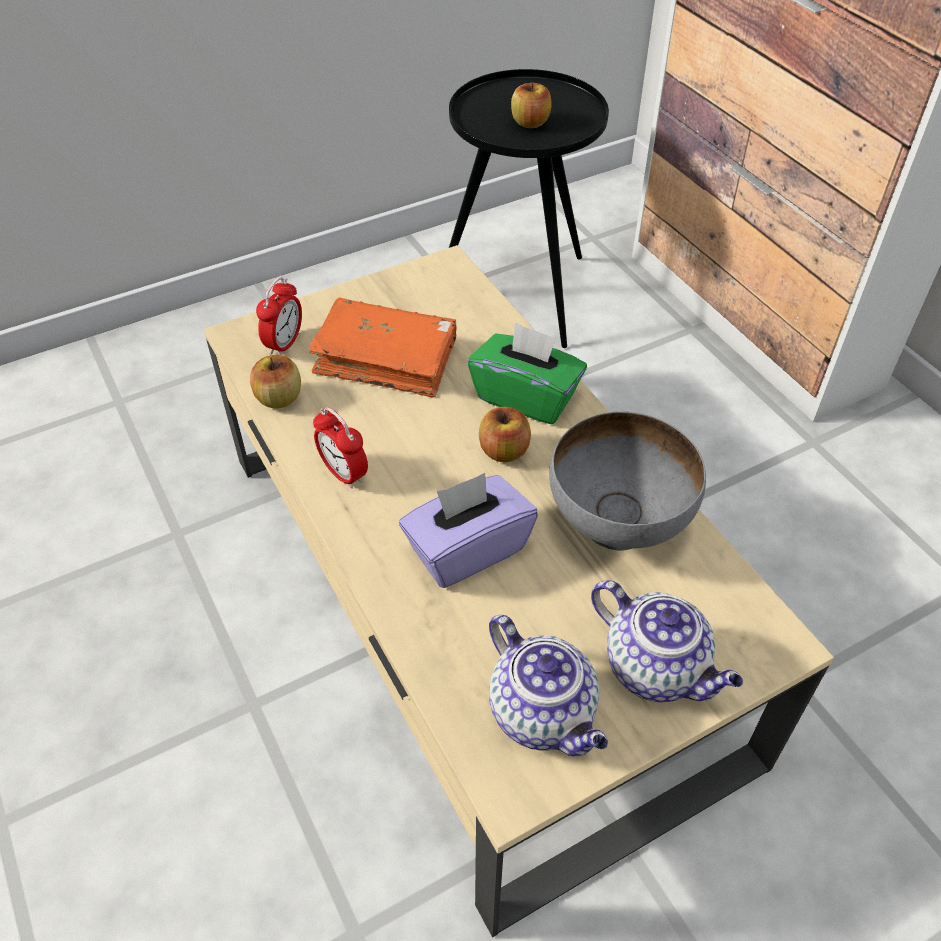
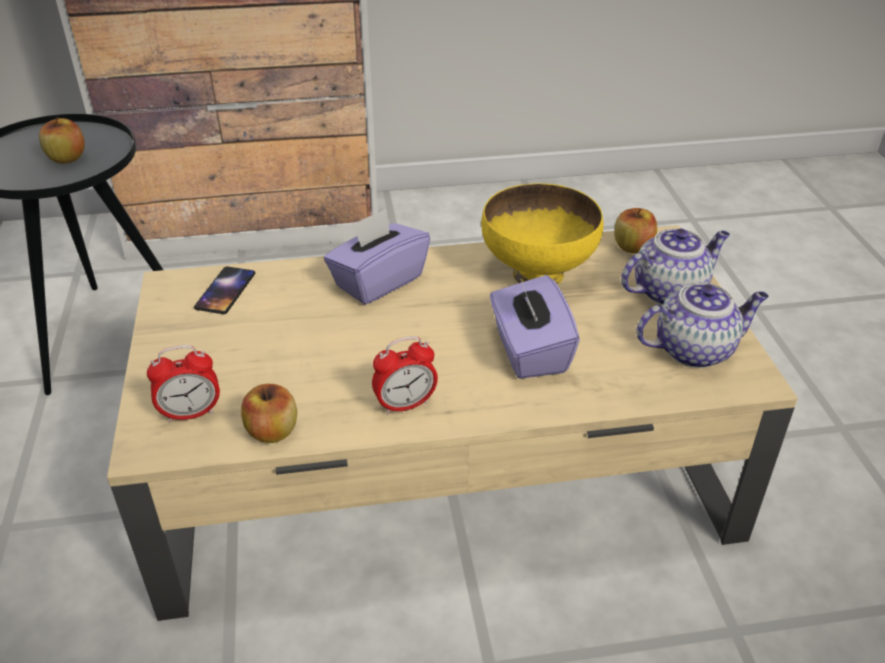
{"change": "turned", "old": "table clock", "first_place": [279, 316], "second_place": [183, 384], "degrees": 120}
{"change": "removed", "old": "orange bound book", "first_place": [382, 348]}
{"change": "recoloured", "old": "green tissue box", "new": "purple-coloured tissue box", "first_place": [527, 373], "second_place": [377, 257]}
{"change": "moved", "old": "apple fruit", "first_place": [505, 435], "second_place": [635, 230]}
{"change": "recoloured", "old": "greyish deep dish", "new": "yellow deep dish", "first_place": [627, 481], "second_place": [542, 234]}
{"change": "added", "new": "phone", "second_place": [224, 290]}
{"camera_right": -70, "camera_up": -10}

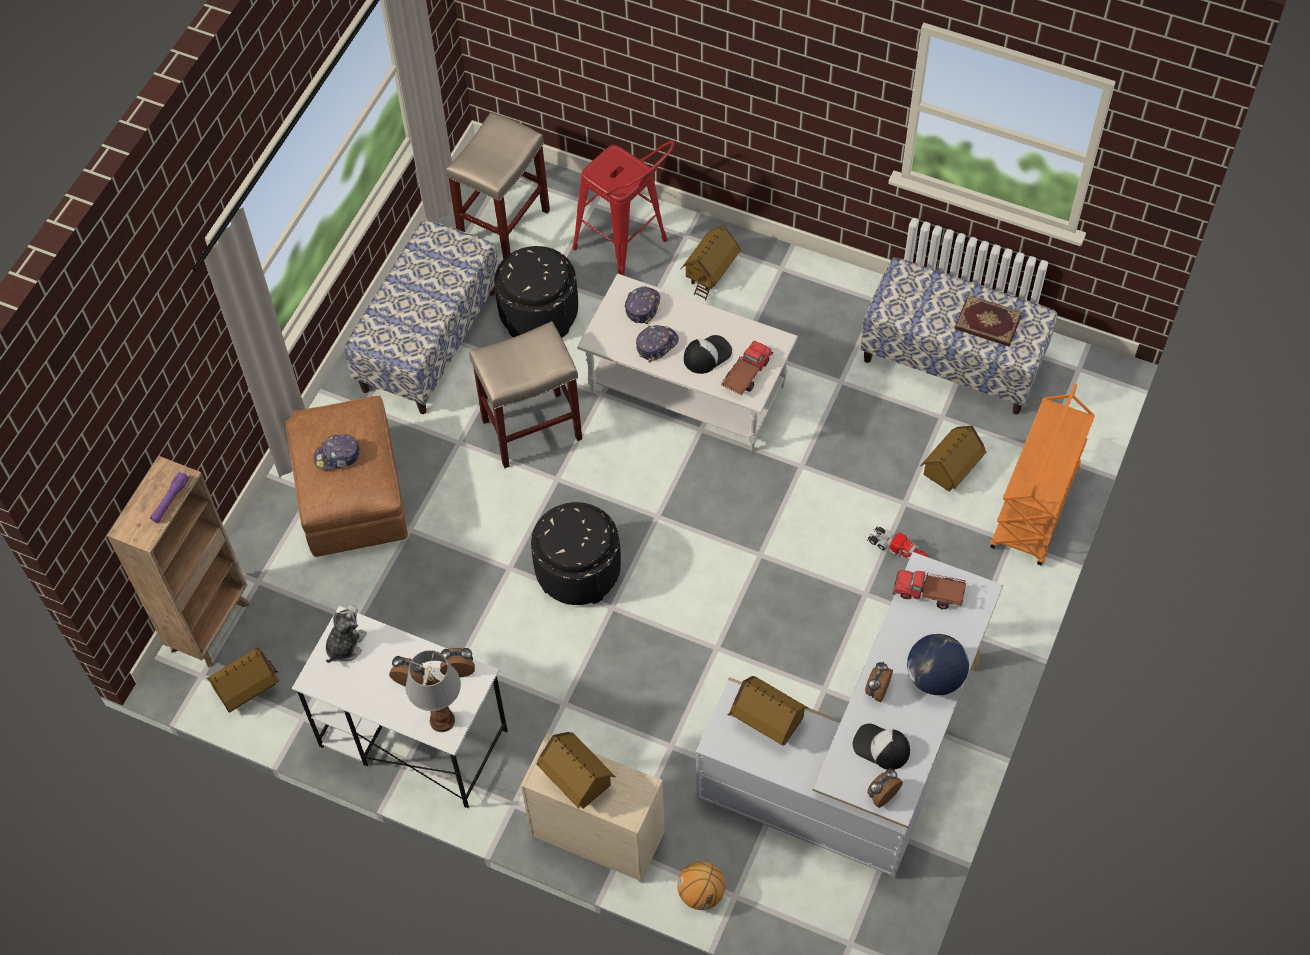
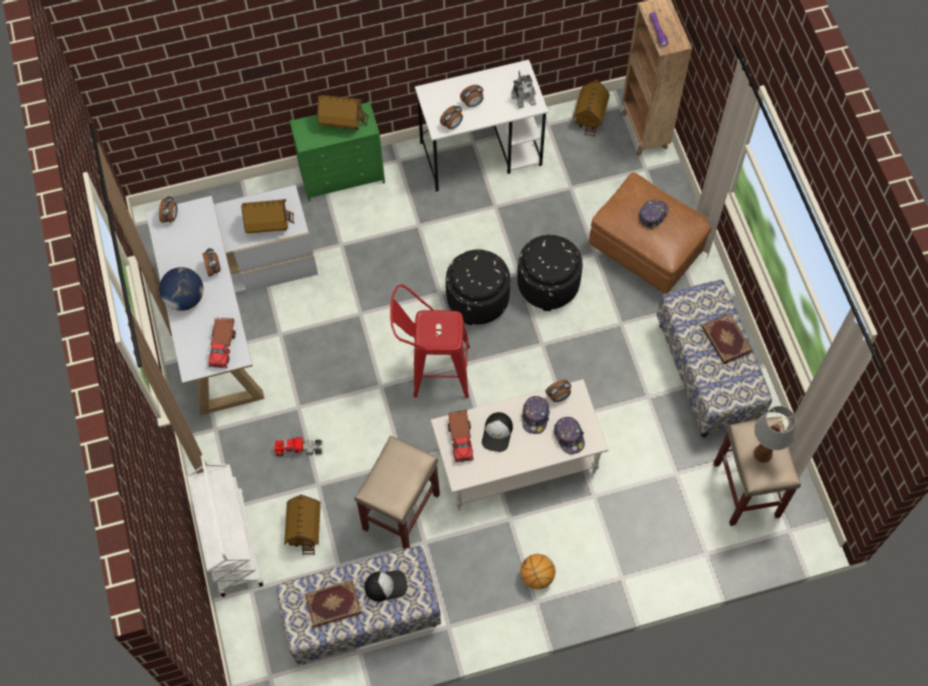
{"change": "moved", "old": "red stool seat", "first_place": [623, 208], "second_place": [430, 341]}
{"change": "removed", "old": "toy house", "first_place": [710, 263]}
{"change": "moved", "old": "black-coloured ottoman", "first_place": [536, 291], "second_place": [550, 273]}
{"change": "moved", "old": "beige stool seat", "first_place": [525, 394], "second_place": [397, 492]}
{"change": "recoloured", "old": "orange wheeled cart", "new": "whitish wheeled cart", "first_place": [1042, 475], "second_place": [225, 528]}
{"change": "turned", "old": "toy lorry", "first_place": [930, 589], "second_place": [222, 343], "degrees": 120}
{"change": "moved", "old": "tabletop lamp", "first_place": [433, 691], "second_place": [775, 434]}
{"change": "moved", "old": "peaked cap", "first_place": [881, 747], "second_place": [385, 586]}
{"change": "recoloured", "old": "beige drawer chest", "new": "green drawer chest", "first_place": [593, 807], "second_place": [337, 151]}
{"change": "moved", "old": "ball for basketball", "first_place": [701, 885], "second_place": [537, 571]}
{"change": "added", "new": "bound book", "second_place": [726, 338]}
{"change": "added", "new": "table clock", "second_place": [558, 391]}
{"camera_right": 140, "camera_up": 5}

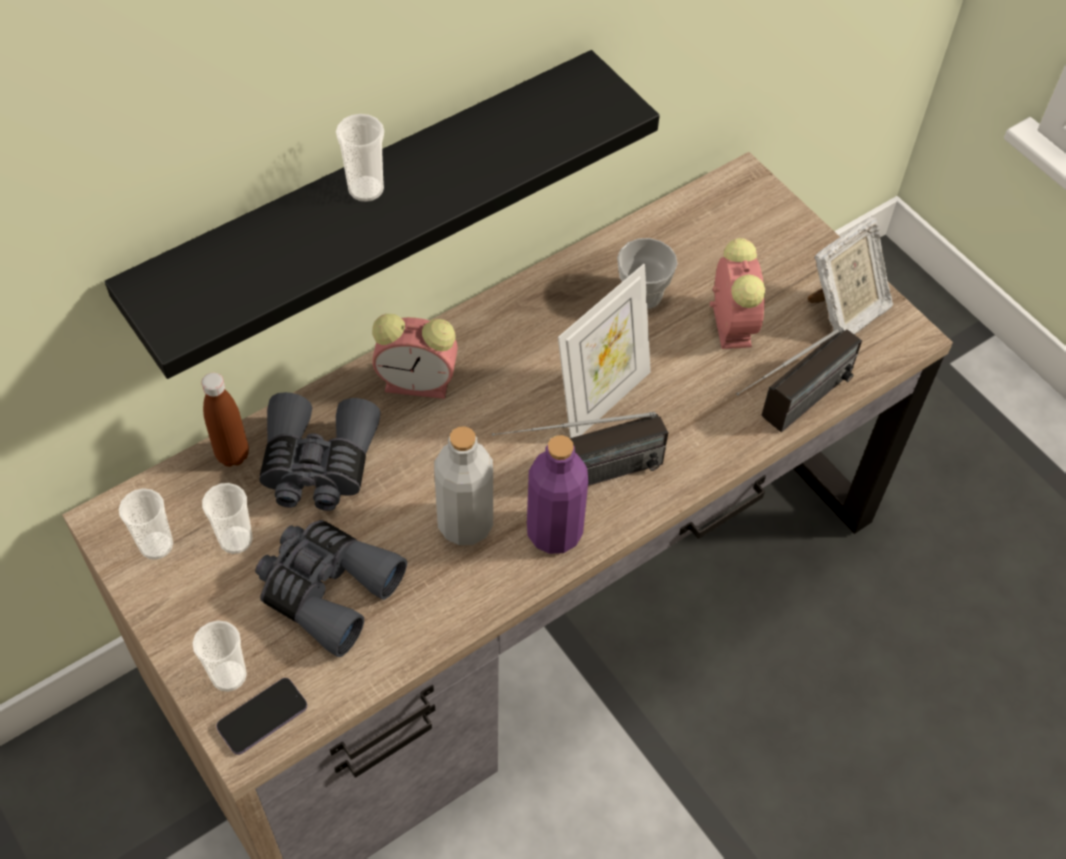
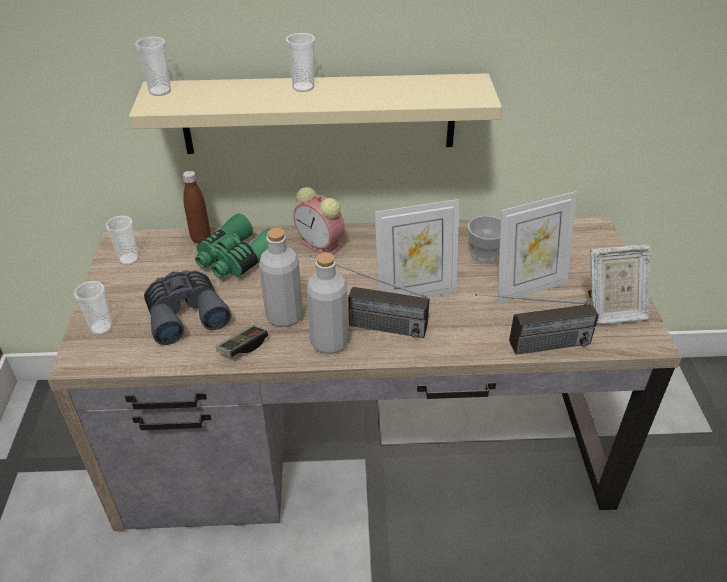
{"change": "recoloured", "old": "black-coloured wall shelf", "new": "beige wall shelf", "first_place": [382, 214], "second_place": [315, 113]}
{"change": "replaced", "old": "table clock", "new": "picture frame", "first_place": [737, 293], "second_place": [537, 247]}
{"change": "recoloured", "old": "greyish binoculars", "new": "green binoculars", "first_place": [320, 451], "second_place": [232, 245]}
{"change": "recoloured", "old": "purple-coloured drink bottle", "new": "greyish drink bottle", "first_place": [557, 494], "second_place": [327, 303]}
{"change": "moved", "old": "cup", "first_place": [227, 518], "second_place": [153, 66]}
{"change": "removed", "old": "phone", "first_place": [261, 716]}
{"change": "added", "new": "game controller", "second_place": [242, 341]}
{"camera_right": 35, "camera_up": -15}

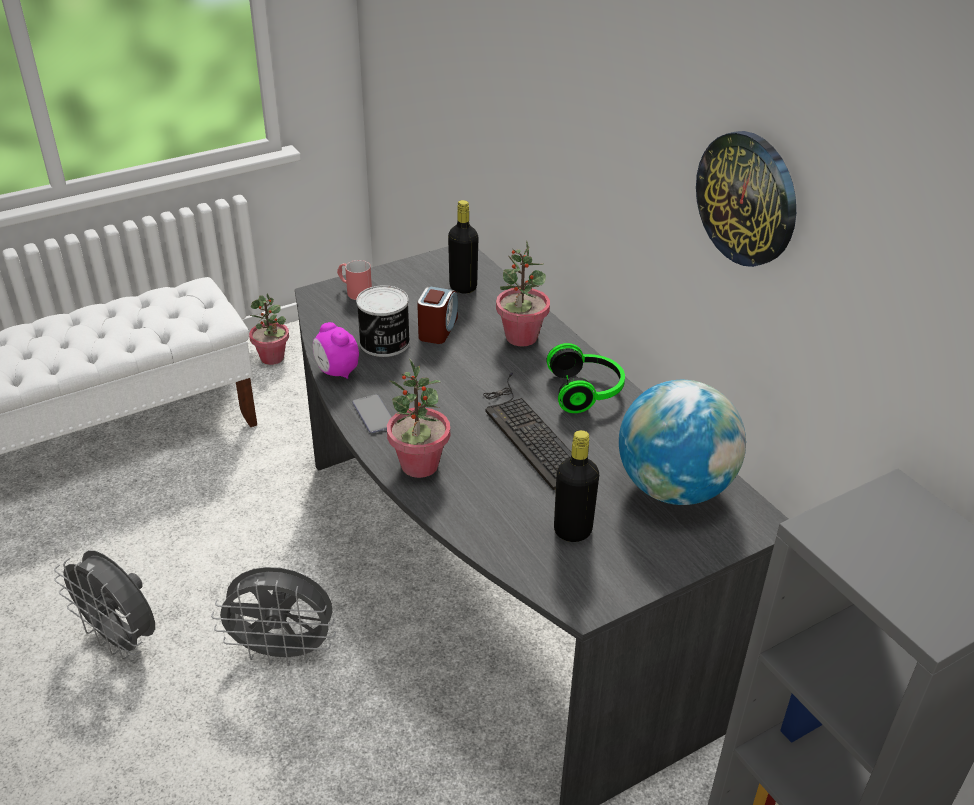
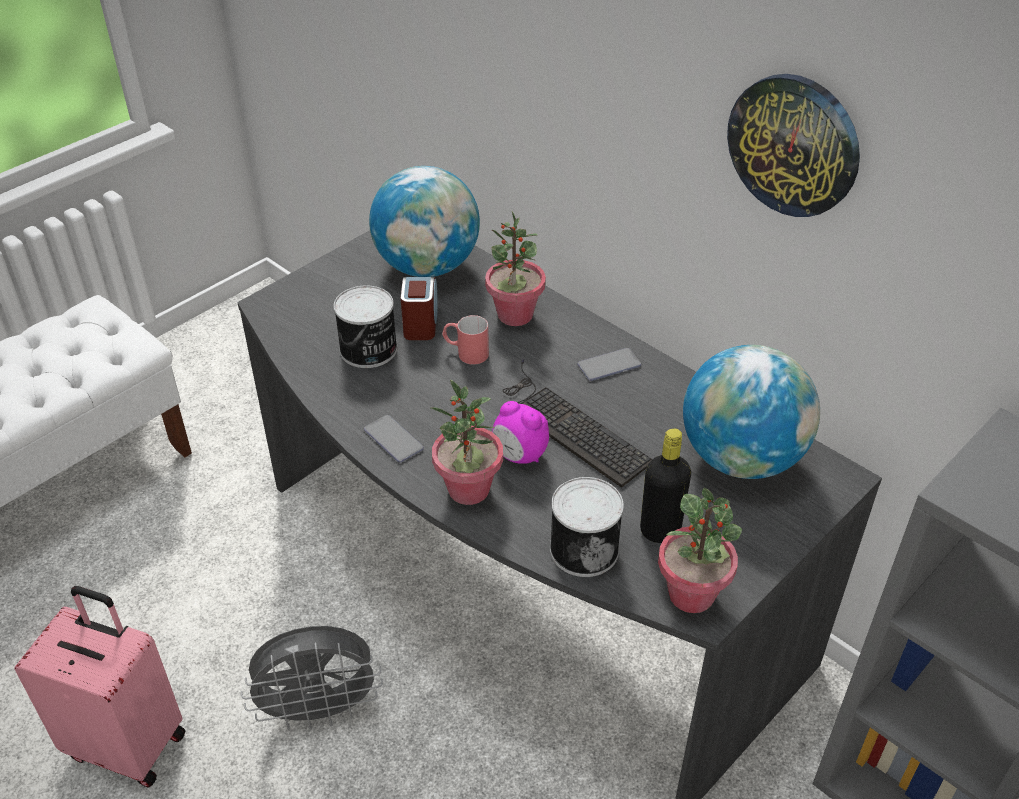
{"change": "replaced", "old": "black-coloured drink bottle", "new": "desk globe", "first_place": [463, 246], "second_place": [424, 221]}
{"change": "moved", "old": "red tea mug", "first_place": [354, 280], "second_place": [465, 340]}
{"change": "moved", "old": "plant in a pot", "first_place": [269, 329], "second_place": [700, 550]}
{"change": "moved", "old": "table clock", "first_place": [336, 350], "second_place": [520, 432]}
{"change": "replaced", "old": "pair of headphones", "new": "phone", "first_place": [586, 378], "second_place": [609, 364]}
{"change": "replaced", "old": "greyish cooling fan", "new": "pinkish piece of luggage", "first_place": [104, 605], "second_place": [99, 686]}
{"change": "added", "new": "can", "second_place": [587, 527]}
{"camera_right": -15, "camera_up": 5}

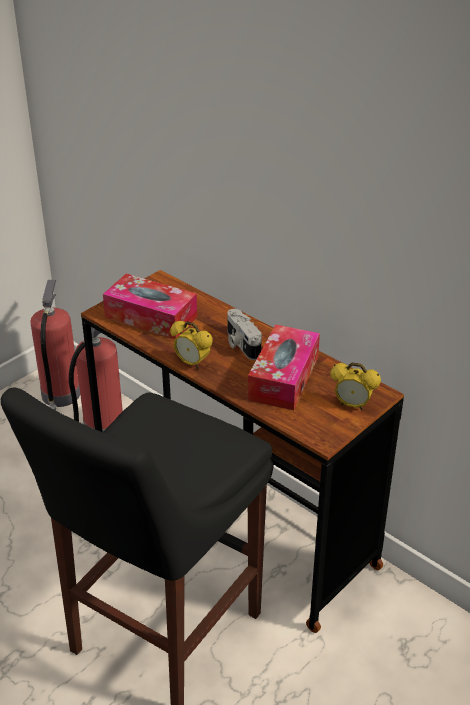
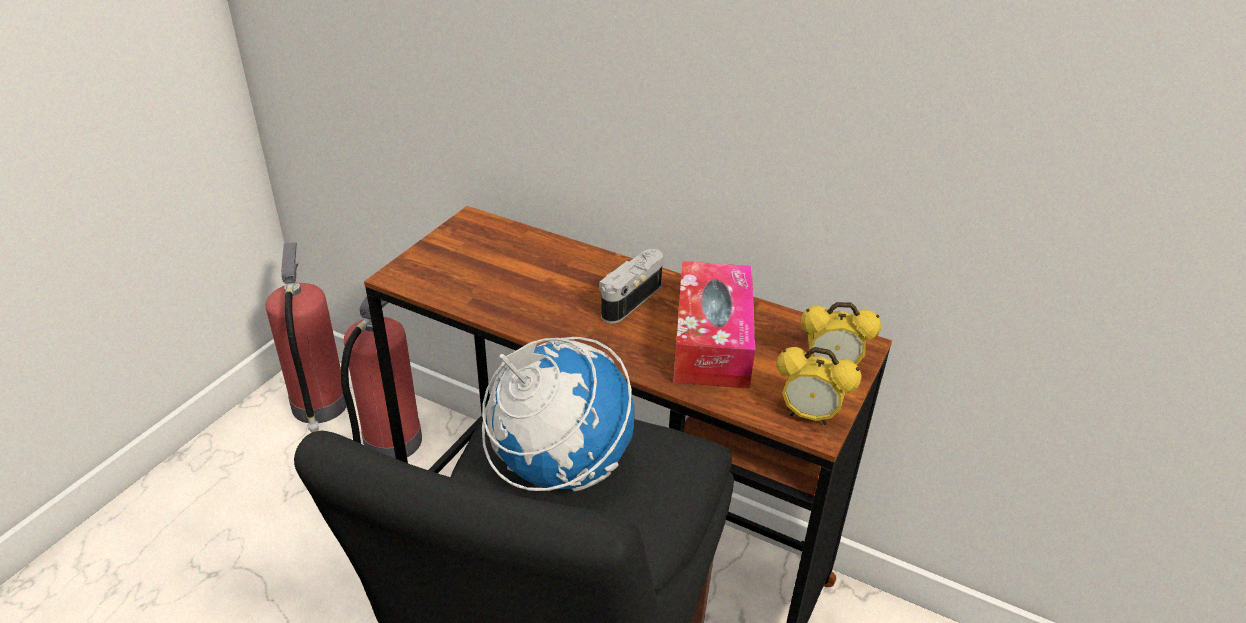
{"change": "removed", "old": "tissue box", "first_place": [150, 306]}
{"change": "turned", "old": "photo camera", "first_place": [244, 334], "second_place": [631, 286], "degrees": 75}
{"change": "moved", "old": "table clock", "first_place": [191, 345], "second_place": [819, 386]}
{"change": "added", "new": "desk globe", "second_place": [558, 414]}
{"camera_right": -15, "camera_up": 0}

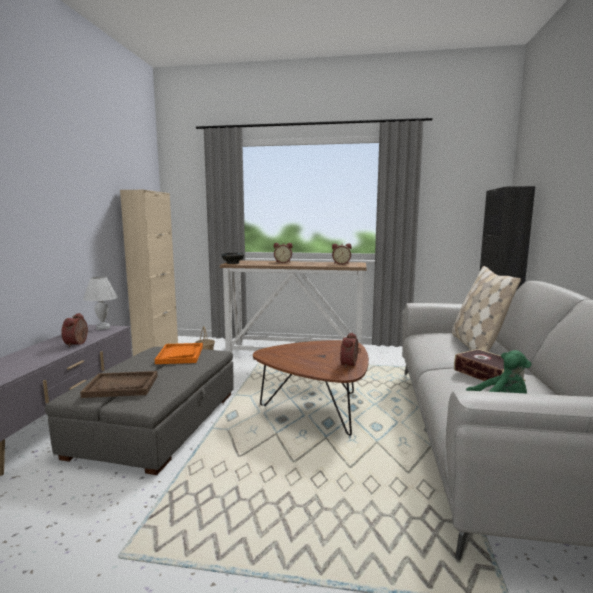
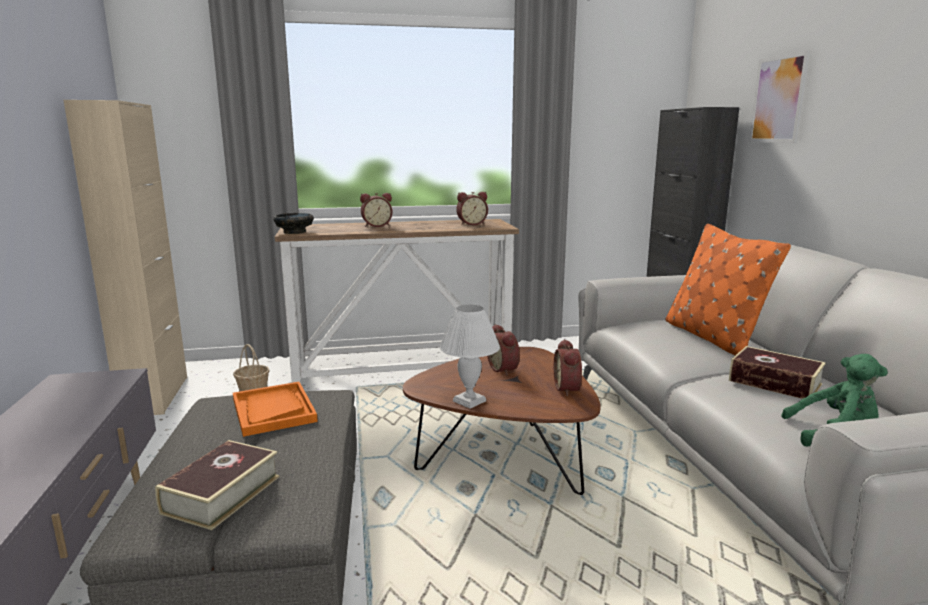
{"change": "recoloured", "old": "beige cushion", "new": "orange cushion", "first_place": [486, 309], "second_place": [728, 289]}
{"change": "moved", "old": "whitish tabletop lamp", "first_place": [100, 303], "second_place": [470, 356]}
{"change": "moved", "old": "table clock", "first_place": [74, 330], "second_place": [503, 350]}
{"change": "replaced", "old": "brown-coloured serving tray", "new": "bound book", "first_place": [119, 384], "second_place": [217, 485]}
{"change": "added", "new": "wall art", "second_place": [779, 97]}
{"camera_right": -20, "camera_up": 5}

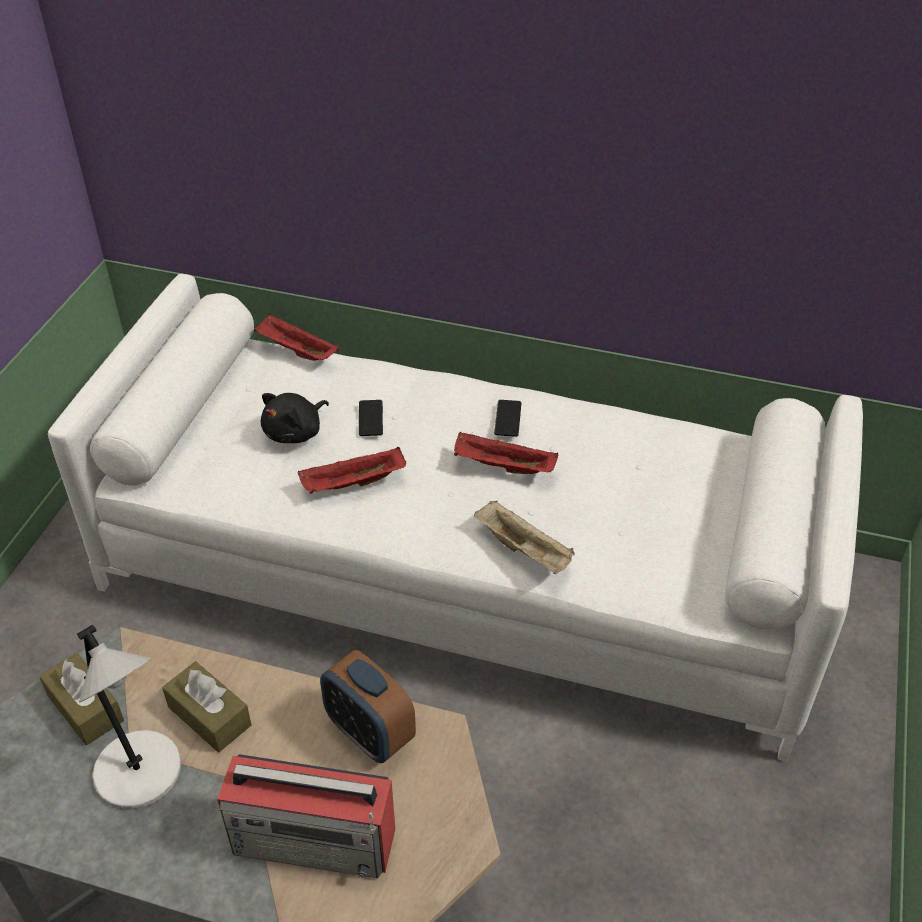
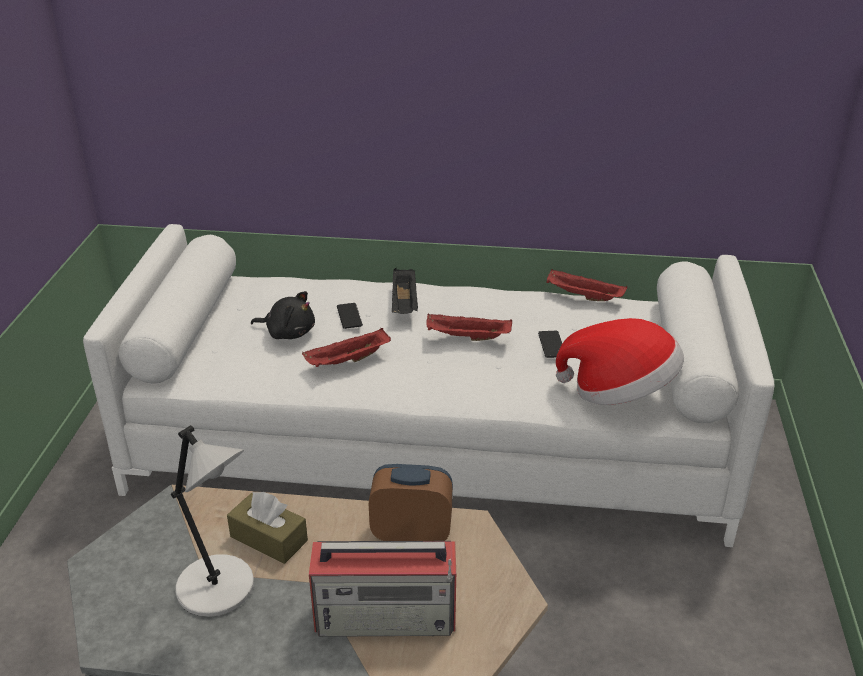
{"change": "moved", "old": "red serving tray", "first_place": [296, 337], "second_place": [586, 285]}
{"change": "turned", "old": "black-coloured cuddly toy", "first_place": [295, 418], "second_place": [283, 315], "degrees": -105}
{"change": "moved", "old": "phone", "first_place": [507, 418], "second_place": [550, 344]}
{"change": "removed", "old": "beige serving tray", "first_place": [524, 537]}
{"change": "turned", "old": "table clock", "first_place": [368, 706], "second_place": [411, 502], "degrees": 150}
{"change": "removed", "old": "brown-coloured tissue box", "first_place": [81, 699]}
{"change": "added", "new": "black-coloured serving tray", "second_place": [405, 291]}
{"change": "added", "new": "wearable hat", "second_place": [620, 361]}
{"camera_right": -10, "camera_up": -10}

